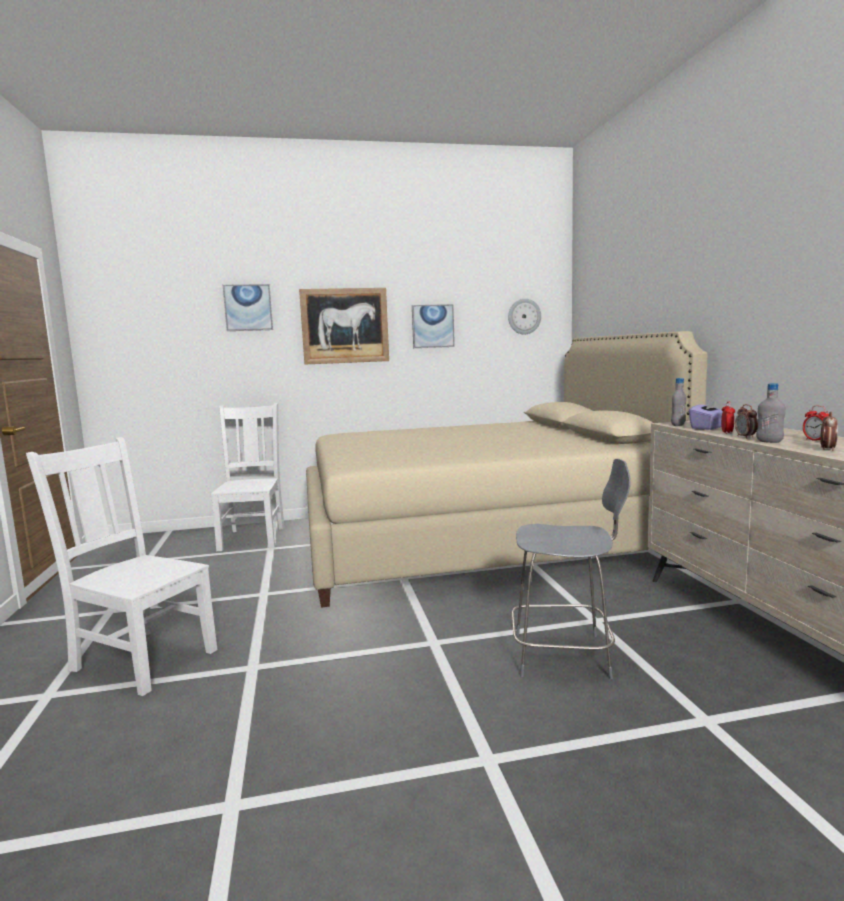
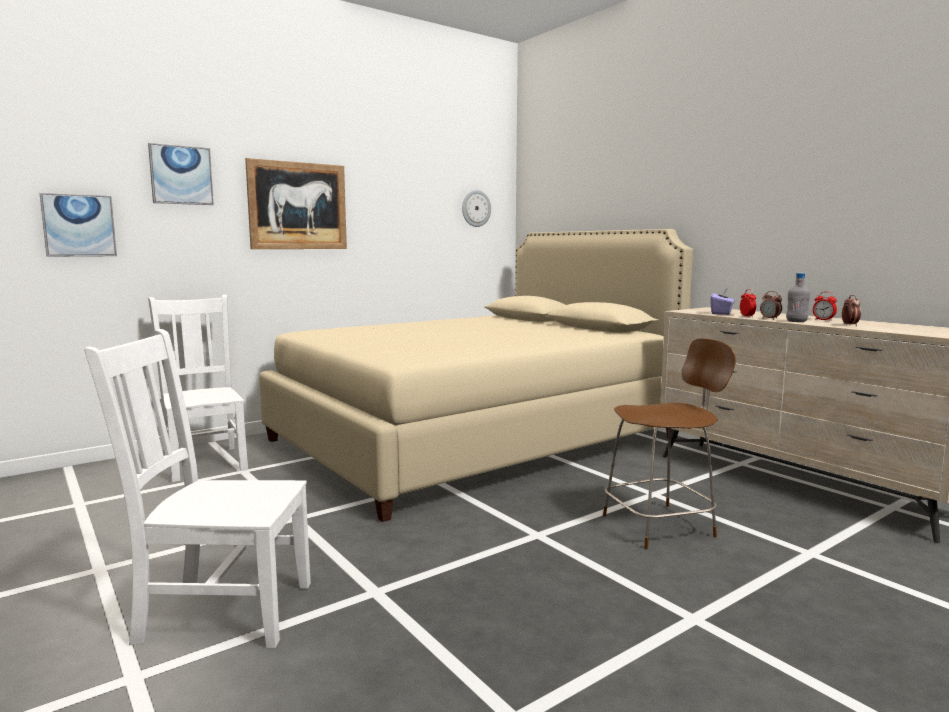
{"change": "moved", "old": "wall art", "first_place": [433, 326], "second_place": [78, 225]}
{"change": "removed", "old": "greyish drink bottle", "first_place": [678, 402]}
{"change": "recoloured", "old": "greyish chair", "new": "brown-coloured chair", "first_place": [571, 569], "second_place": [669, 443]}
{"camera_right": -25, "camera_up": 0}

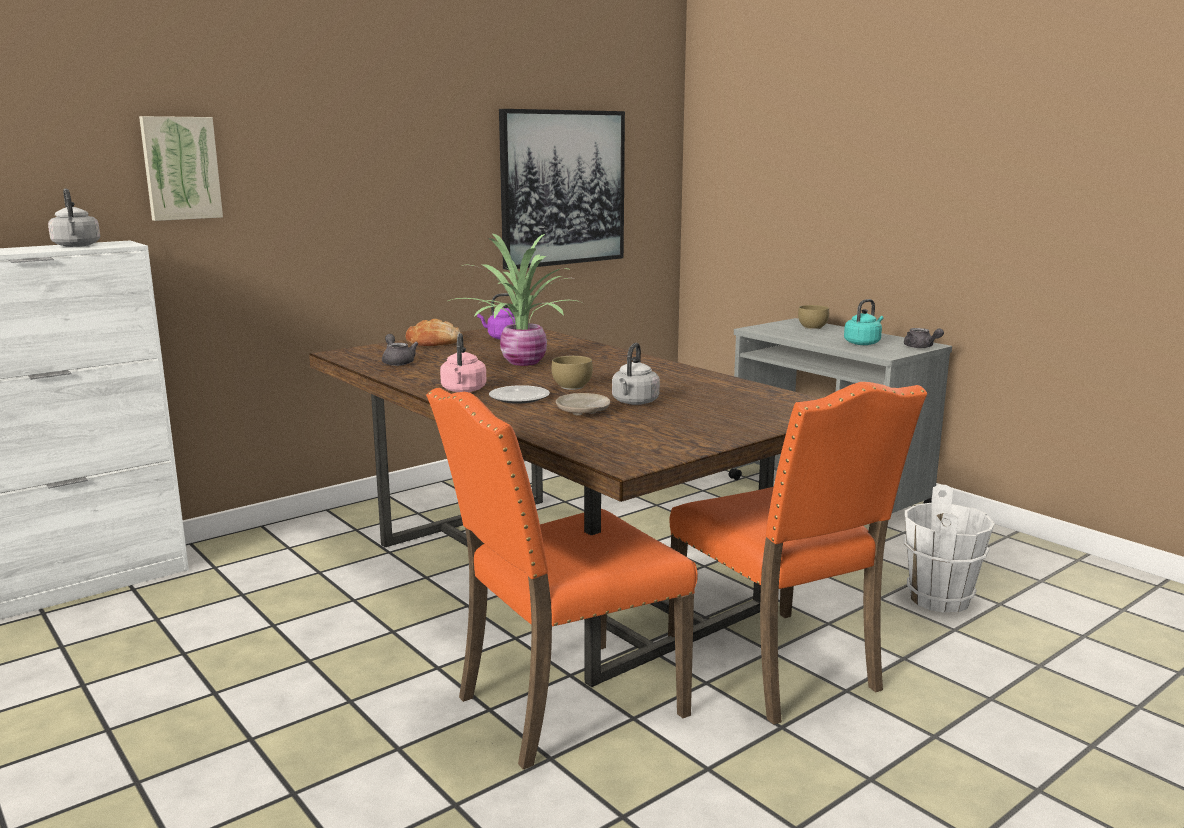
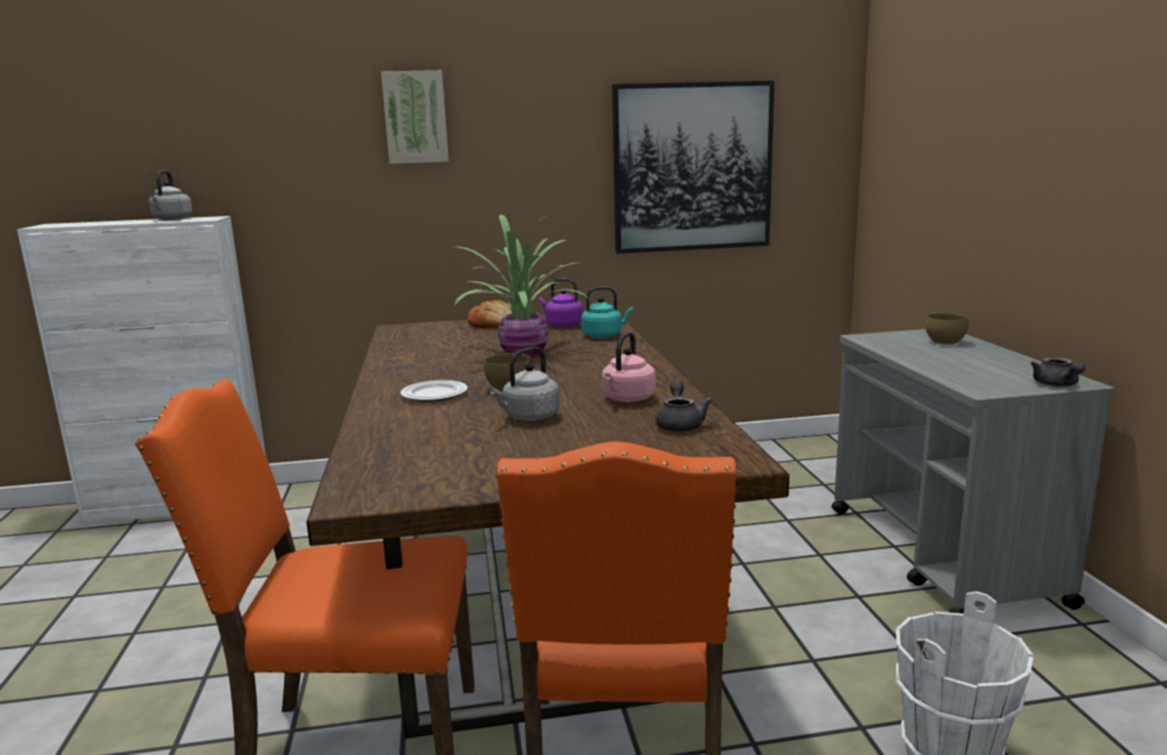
{"change": "moved", "old": "wall art", "first_place": [181, 168], "second_place": [415, 117]}
{"change": "moved", "old": "turquoise-coloured tea kettle", "first_place": [863, 322], "second_place": [607, 312]}
{"change": "moved", "old": "pinkish tea kettle", "first_place": [463, 362], "second_place": [629, 367]}
{"change": "moved", "old": "greyish pot for tea", "first_place": [400, 350], "second_place": [684, 406]}
{"change": "removed", "old": "beige flat dish", "first_place": [583, 404]}
{"camera_right": 30, "camera_up": 0}

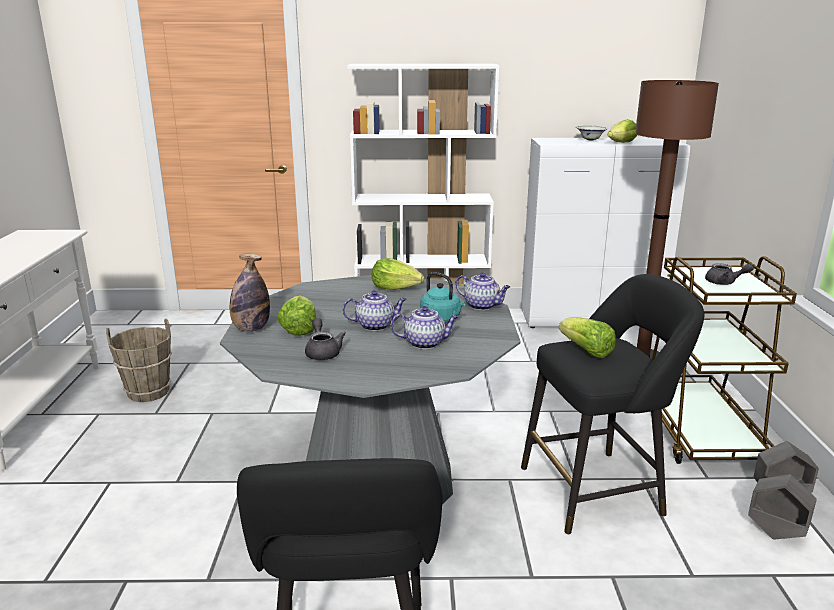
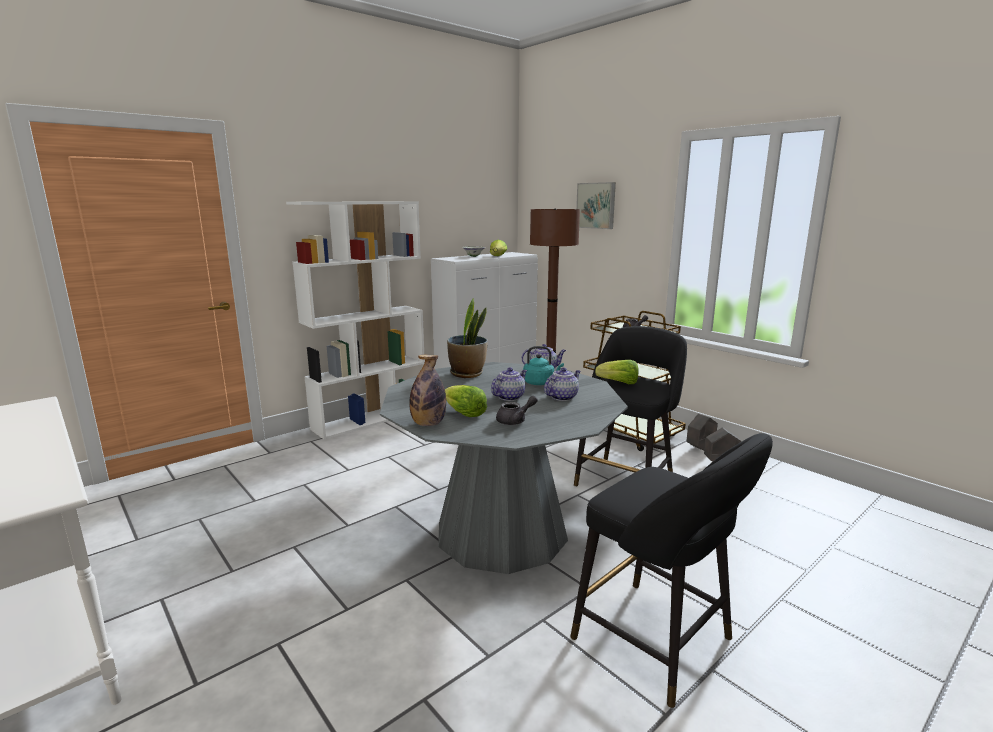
{"change": "replaced", "old": "head of lettuce", "new": "plant in a pot", "first_place": [398, 274], "second_place": [467, 338]}
{"change": "turned", "old": "greyish pot for tea", "first_place": [325, 339], "second_place": [517, 410], "degrees": 120}
{"change": "removed", "old": "brown-coloured bucket", "first_place": [139, 360]}
{"change": "added", "new": "wall art", "second_place": [596, 205]}
{"camera_right": -40, "camera_up": -5}

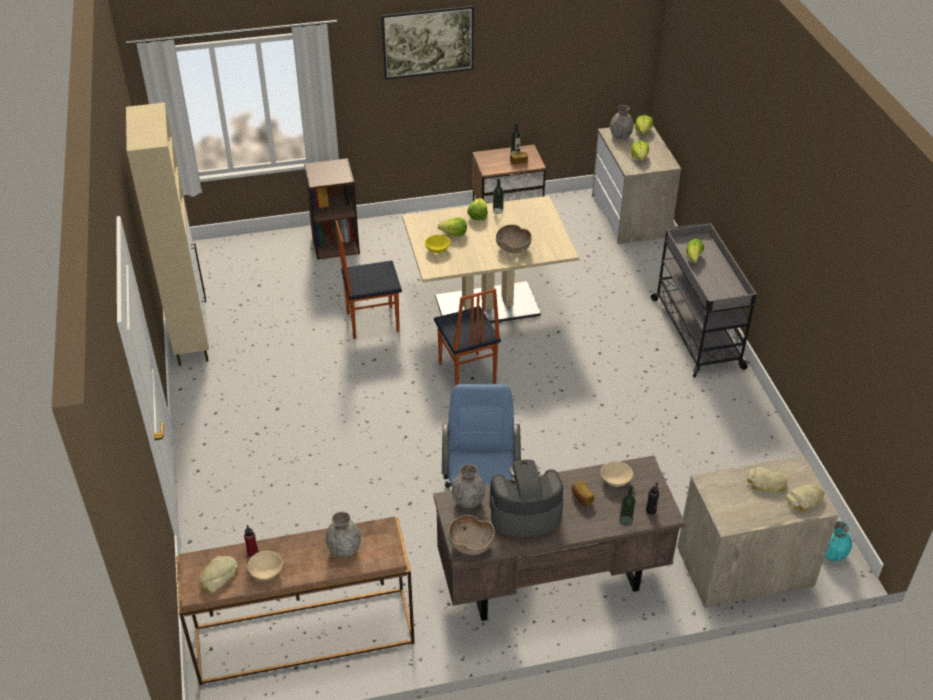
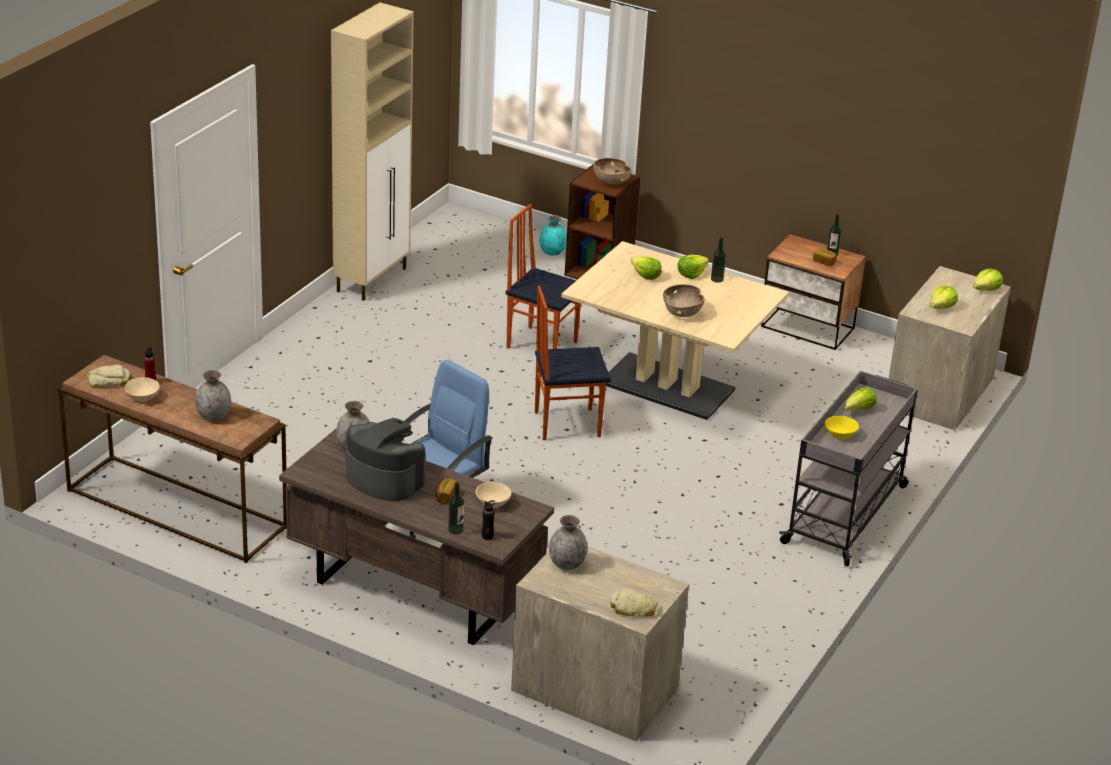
{"change": "removed", "old": "wall art", "first_place": [427, 43]}
{"change": "moved", "old": "greyish vase", "first_place": [622, 122], "second_place": [568, 542]}
{"change": "moved", "old": "yellow deep dish", "first_place": [438, 244], "second_place": [842, 427]}
{"change": "turned", "old": "chair", "first_place": [467, 337], "second_place": [573, 363], "degrees": 60}
{"change": "removed", "old": "baked bread", "first_place": [767, 479]}
{"change": "moved", "old": "brown-coloured deep dish", "first_place": [471, 535], "second_place": [612, 171]}
{"change": "moved", "old": "turquoise-coloured vase", "first_place": [838, 541], "second_place": [553, 235]}
{"camera_right": 40, "camera_up": -10}

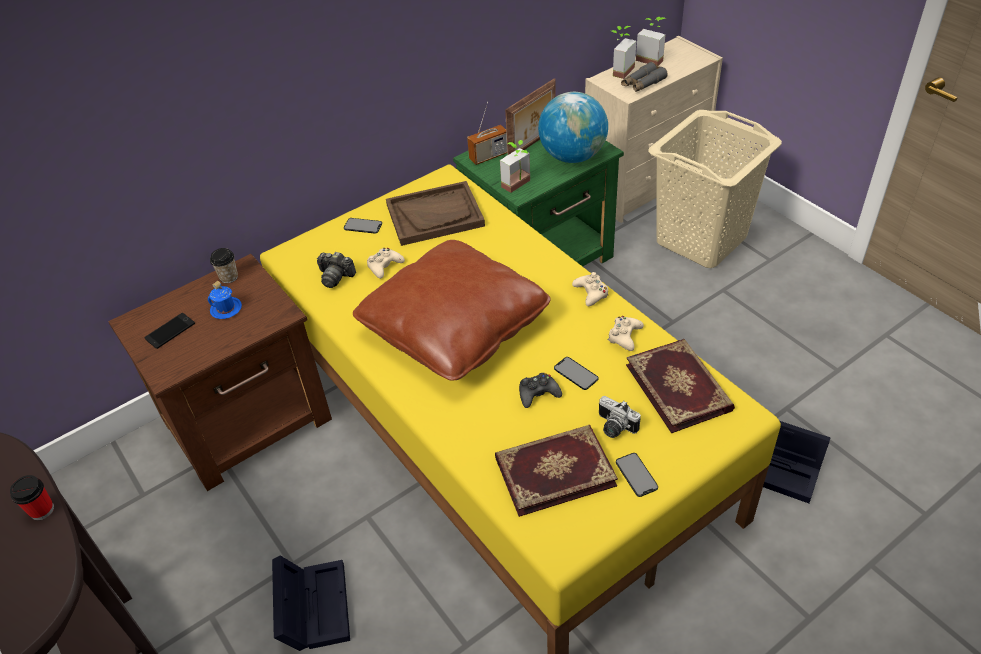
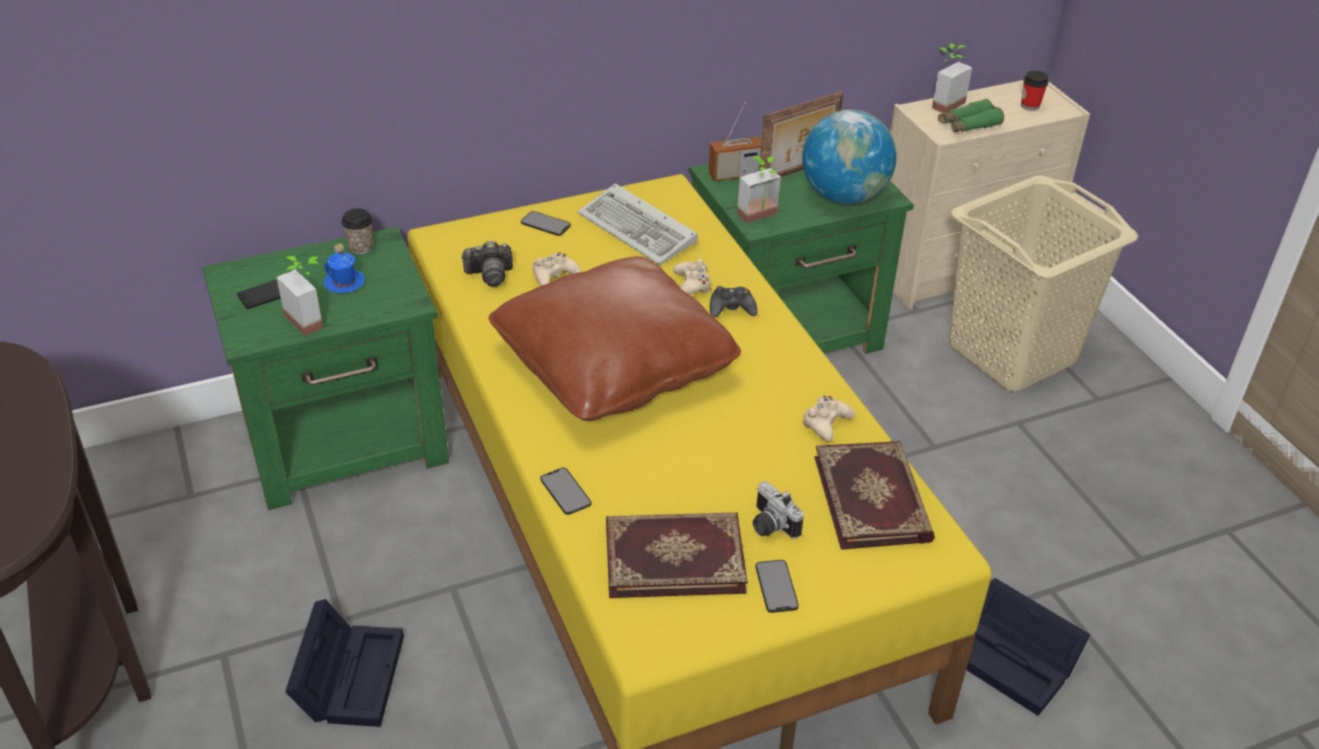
{"change": "moved", "old": "plant in a pot", "first_place": [651, 41], "second_place": [299, 296]}
{"change": "recoloured", "old": "greyish binoculars", "new": "green binoculars", "first_place": [644, 77], "second_place": [971, 116]}
{"change": "replaced", "old": "brown-coloured serving tray", "new": "keyboard", "first_place": [435, 213], "second_place": [638, 224]}
{"change": "turned", "old": "photo camera", "first_place": [336, 270], "second_place": [487, 264], "degrees": -45}
{"change": "recoloured", "old": "brown-coloured night table", "new": "green night table", "first_place": [220, 372], "second_place": [325, 368]}
{"change": "moved", "old": "beige game controller", "first_place": [590, 289], "second_place": [692, 277]}
{"change": "moved", "old": "phone", "first_place": [576, 373], "second_place": [565, 491]}
{"change": "moved", "old": "black-coloured game controller", "first_place": [540, 390], "second_place": [734, 302]}
{"change": "moved", "old": "cup", "first_place": [32, 497], "second_place": [1035, 90]}
{"camera_right": 10, "camera_up": -5}

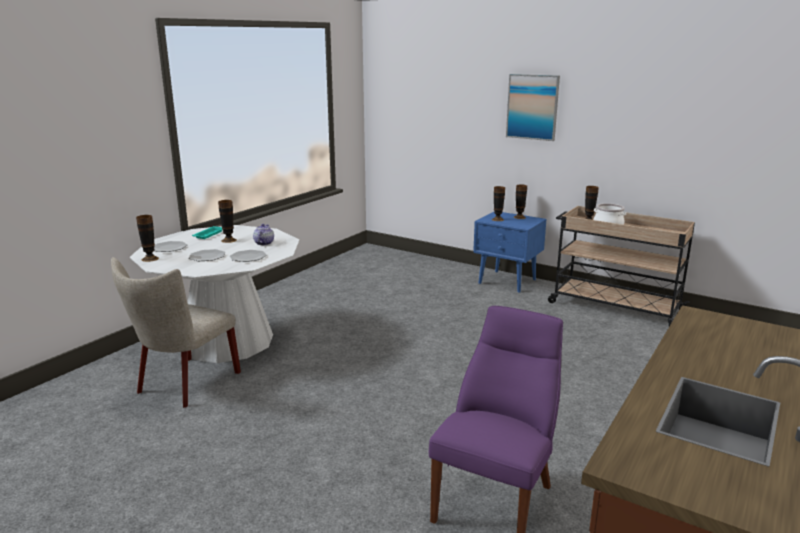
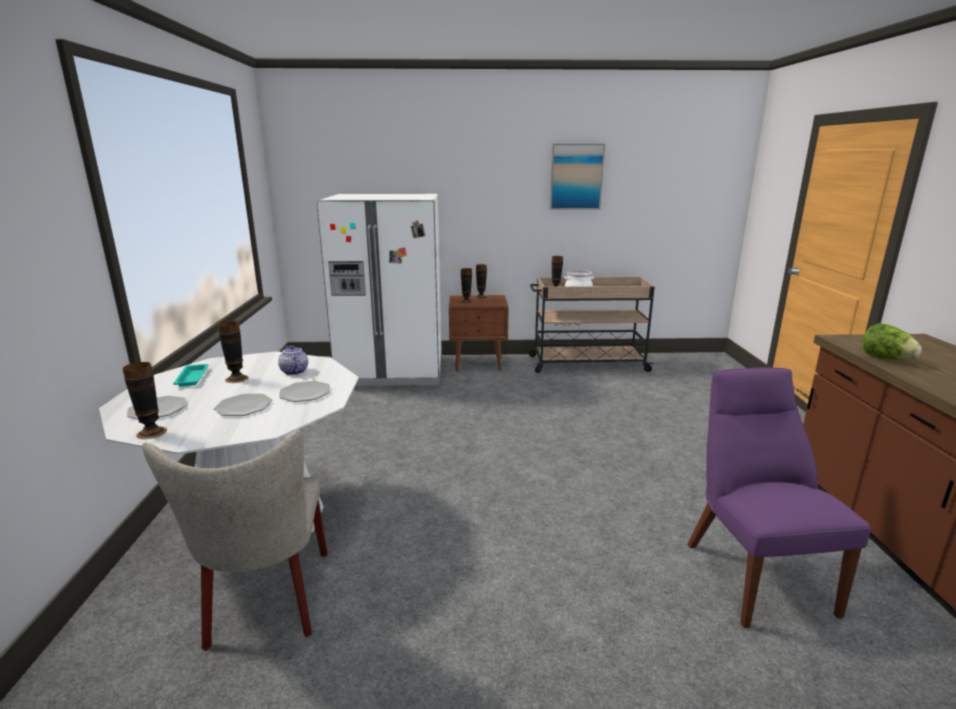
{"change": "moved", "old": "wall art", "first_place": [533, 107], "second_place": [577, 177]}
{"change": "recoloured", "old": "blue-coloured night table", "new": "brown-coloured night table", "first_place": [510, 252], "second_place": [479, 333]}
{"change": "added", "new": "whitish refrigerator", "second_place": [379, 290]}
{"change": "added", "new": "head of lettuce", "second_place": [892, 341]}
{"camera_right": -35, "camera_up": 0}

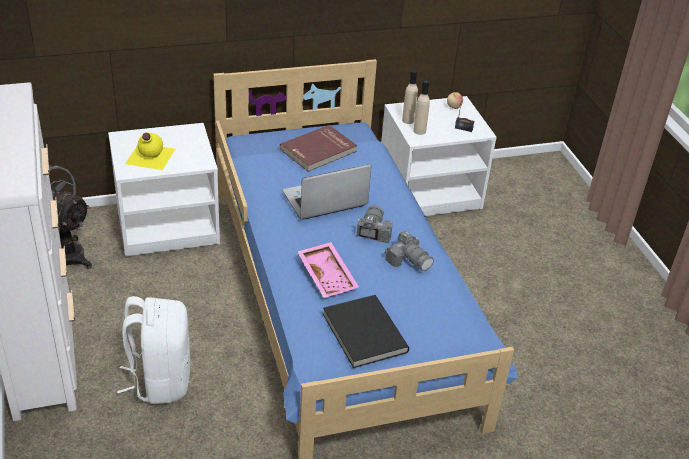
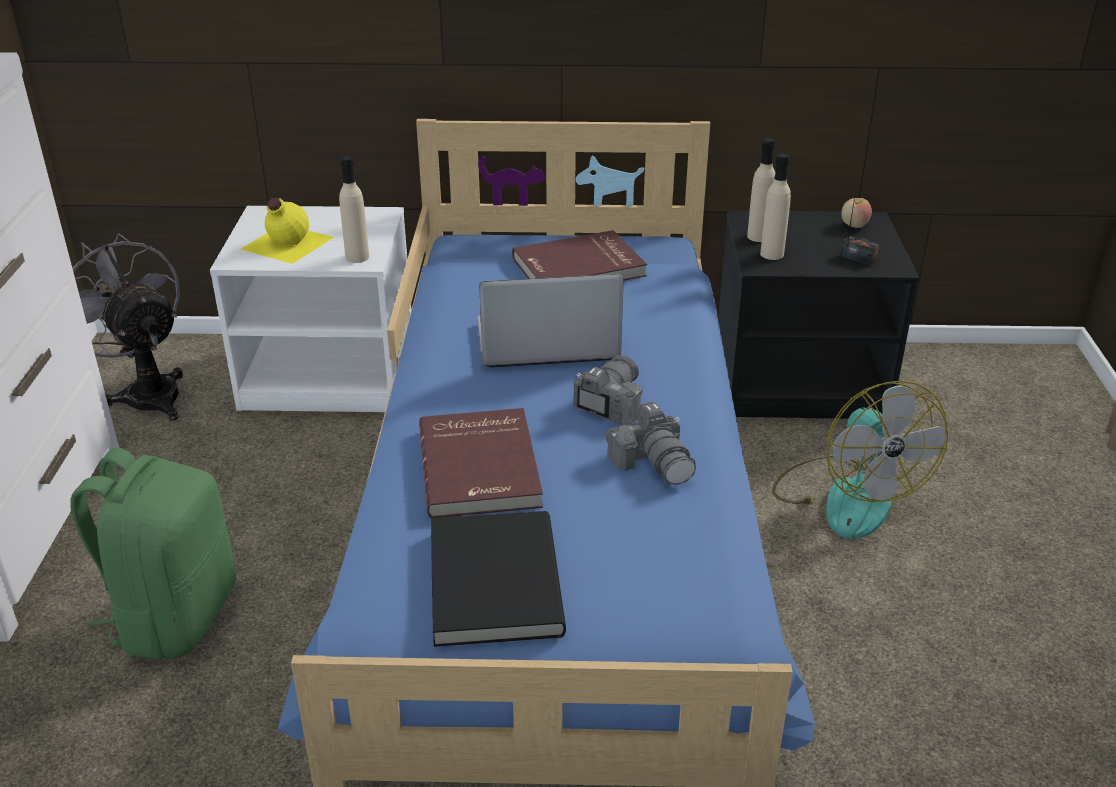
{"change": "recoloured", "old": "whitish night table", "new": "black-coloured night table", "first_place": [439, 156], "second_place": [818, 314]}
{"change": "replaced", "old": "pinkish serving tray", "new": "red bound book", "first_place": [328, 270], "second_place": [481, 463]}
{"change": "recoloured", "old": "whitish backpack", "new": "green backpack", "first_place": [153, 350], "second_place": [153, 553]}
{"change": "added", "new": "beige drink bottle", "second_place": [354, 209]}
{"change": "added", "new": "cooling fan", "second_place": [860, 459]}
{"camera_right": 20, "camera_up": -5}

